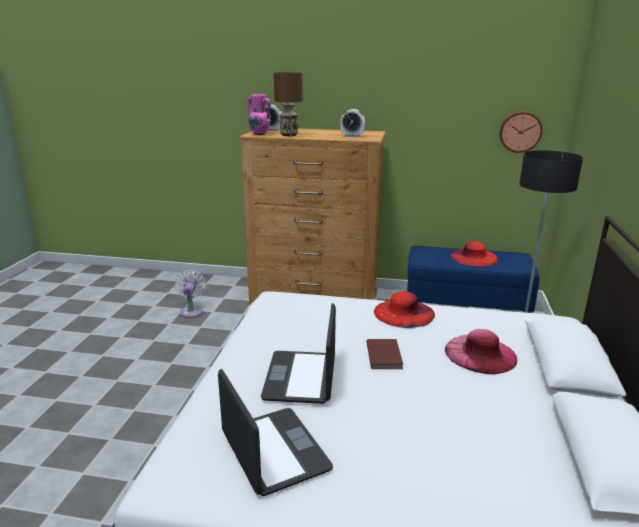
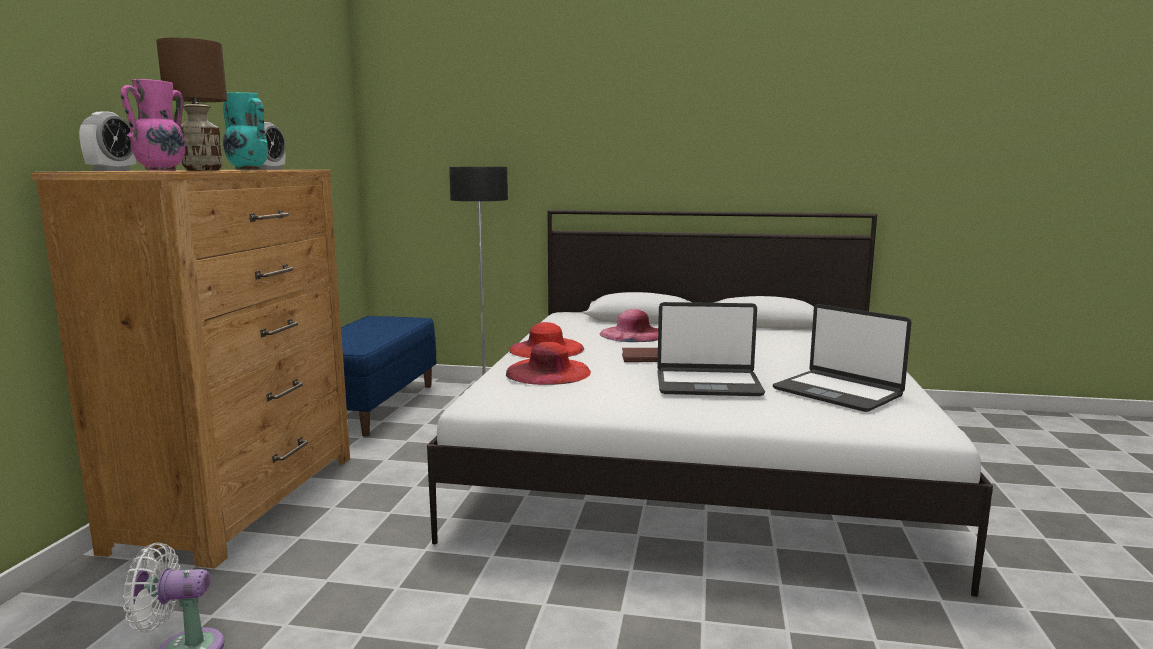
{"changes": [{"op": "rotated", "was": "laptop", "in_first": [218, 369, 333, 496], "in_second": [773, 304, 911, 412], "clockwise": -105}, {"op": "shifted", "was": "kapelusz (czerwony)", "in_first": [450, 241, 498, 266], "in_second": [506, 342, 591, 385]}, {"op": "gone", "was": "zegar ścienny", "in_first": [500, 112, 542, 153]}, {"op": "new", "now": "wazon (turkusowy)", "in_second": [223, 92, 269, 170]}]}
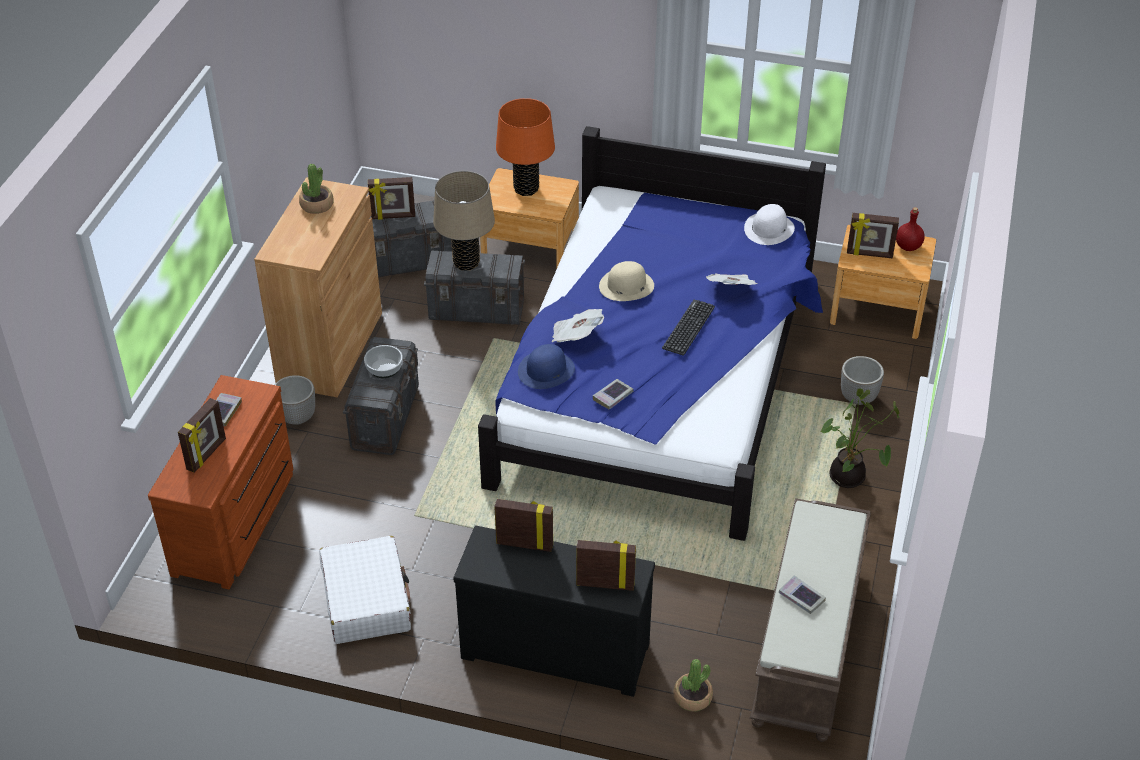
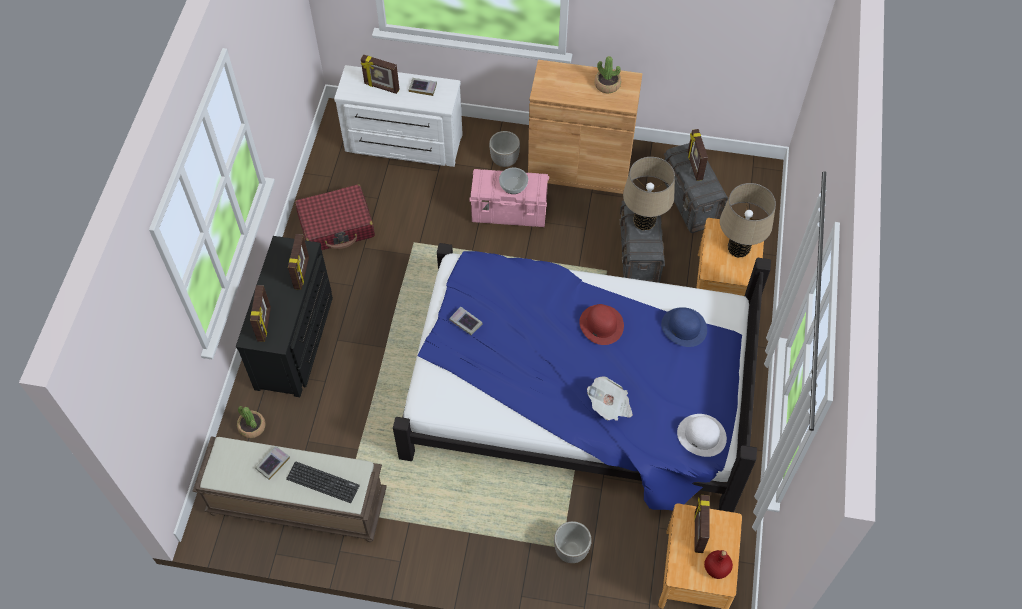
{"changes": [{"op": "repainted", "was": "komoda (brązowy)", "now": "komoda (biały)", "in_first": [148, 375, 293, 589], "in_second": [334, 65, 463, 167]}, {"op": "repainted", "was": "walizka (biały)", "now": "walizka (czerwony)", "in_first": [320, 536, 411, 644], "in_second": [295, 184, 375, 250]}, {"op": "repainted", "was": "pojemnik do przechowywania (szary)", "now": "pojemnik do przechowywania (różowy)", "in_first": [343, 337, 419, 455], "in_second": [469, 169, 549, 227]}, {"op": "repainted", "was": "lampa stołowa (pomarańczowy)", "now": "lampa stołowa (beżowy)", "in_first": [496, 98, 555, 196], "in_second": [720, 183, 776, 258]}, {"op": "shifted", "was": "kapelusz (niebieski)", "in_first": [518, 344, 575, 389], "in_second": [661, 307, 707, 347]}, {"op": "gone", "was": "gazeta", "in_first": [552, 309, 604, 342]}, {"op": "repainted", "was": "kapelusz (beżowy)", "now": "kapelusz (czerwony)", "in_first": [599, 261, 654, 301], "in_second": [579, 304, 624, 345]}, {"op": "shifted", "was": "klawiatura", "in_first": [662, 300, 715, 356], "in_second": [286, 461, 360, 503]}, {"op": "gone", "was": "roślina doniczkowa", "in_first": [821, 388, 900, 488]}]}
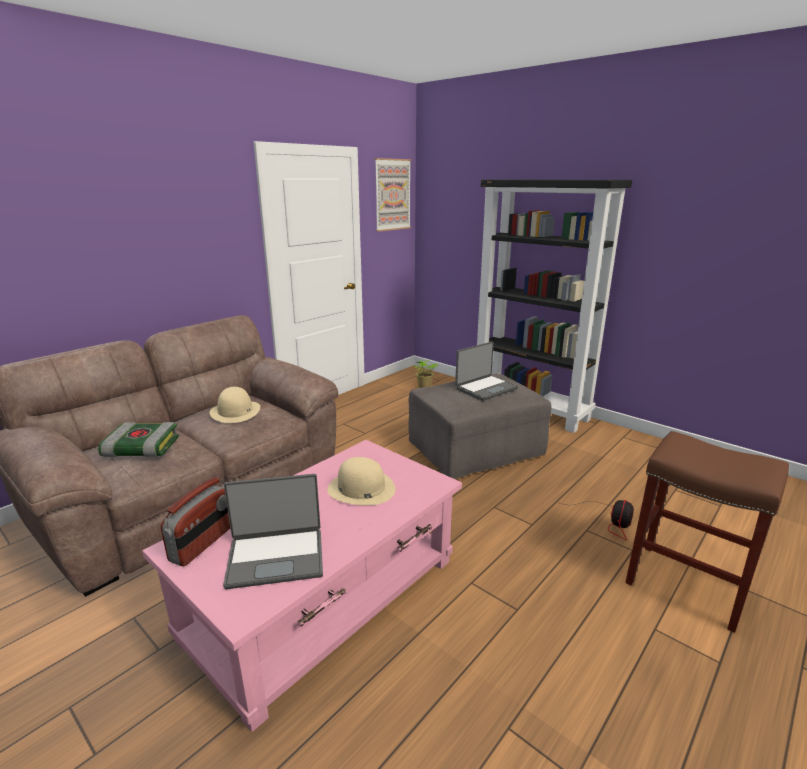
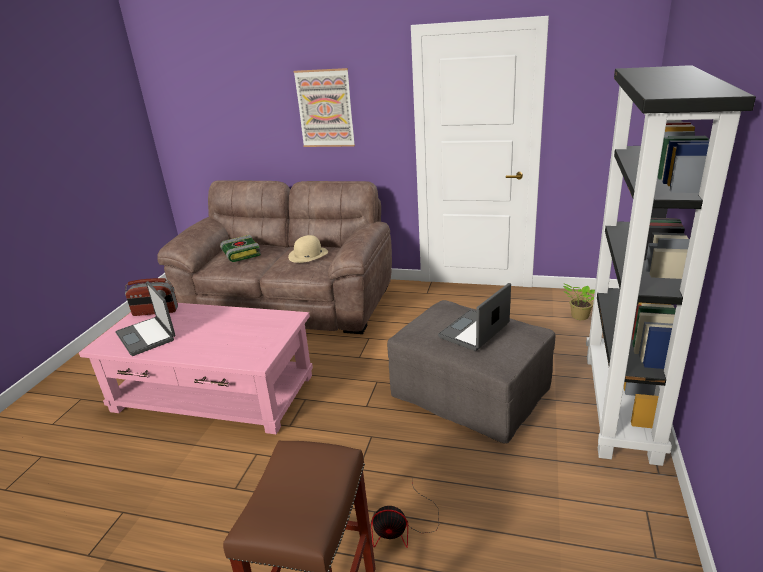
{"changes": [{"op": "gone", "was": "kapelusz (beżowy)", "in_first": [327, 457, 395, 505]}, {"op": "shifted", "was": "obraz", "in_first": [375, 158, 411, 232], "in_second": [294, 68, 355, 147]}, {"op": "rotated", "was": "laptop", "in_first": [455, 342, 518, 401], "in_second": [438, 283, 511, 351], "clockwise": 105}]}
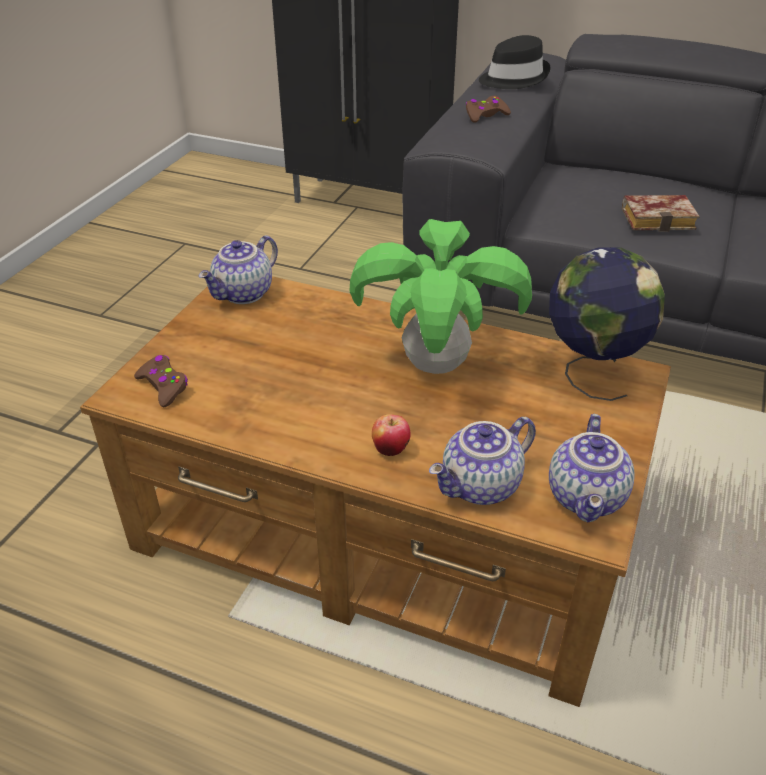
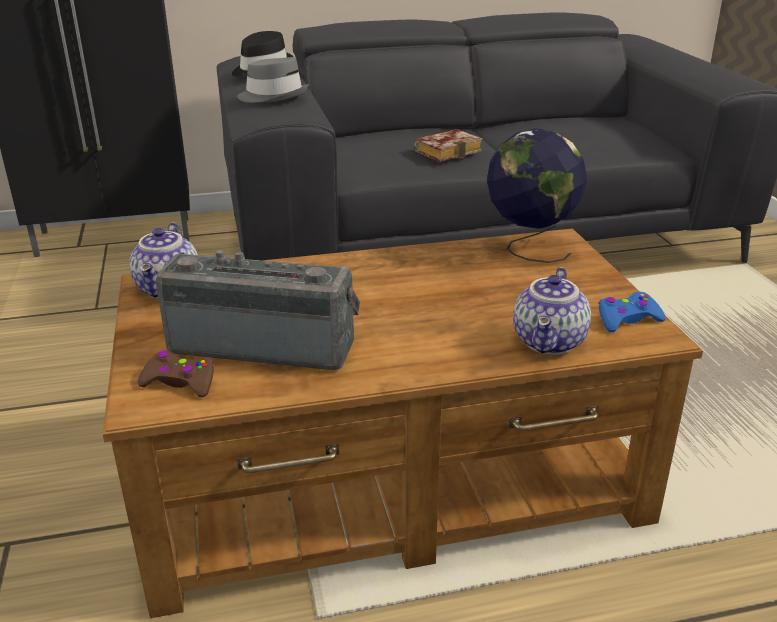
{"changes": [{"op": "gone", "was": "roślina doniczkowa", "in_first": [349, 219, 532, 374]}, {"op": "gone", "was": "jabłko", "in_first": [372, 414, 410, 456]}, {"op": "swapped", "was": "pad do gier (brązowy)", "now": "kapelusz (szary)", "in_first": [465, 96, 511, 123], "in_second": [237, 57, 309, 103]}, {"op": "swapped", "was": "imbryk", "now": "pad do gier (niebieski)", "in_first": [549, 414, 635, 522], "in_second": [598, 292, 666, 332]}, {"op": "new", "now": "radio", "in_second": [156, 250, 360, 370]}]}
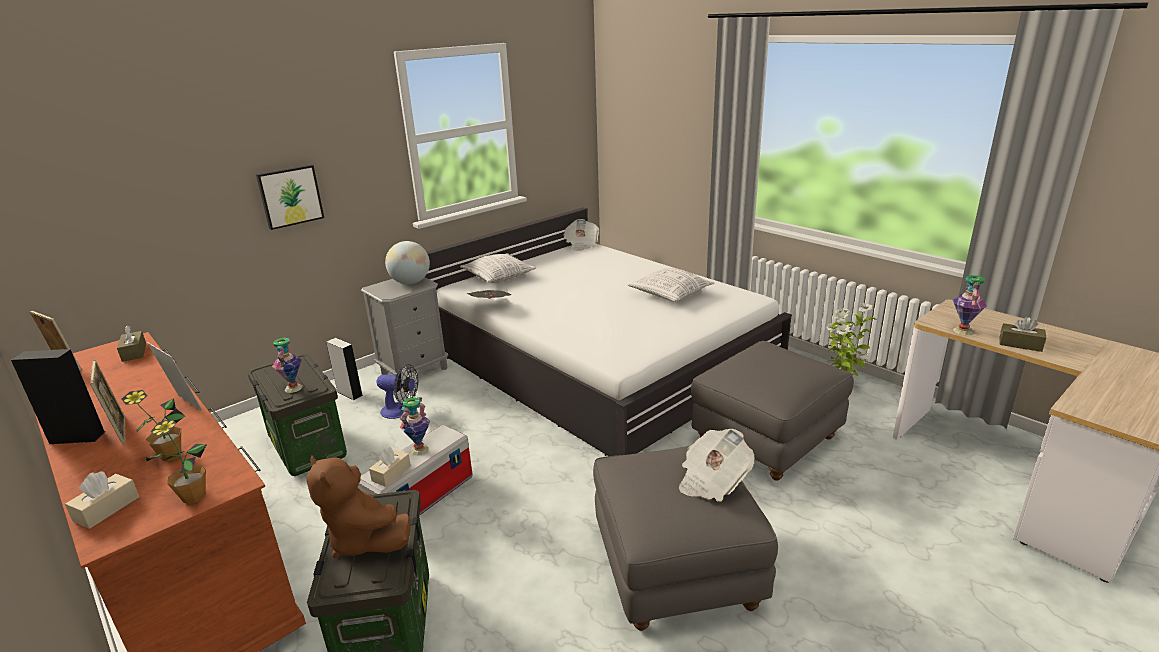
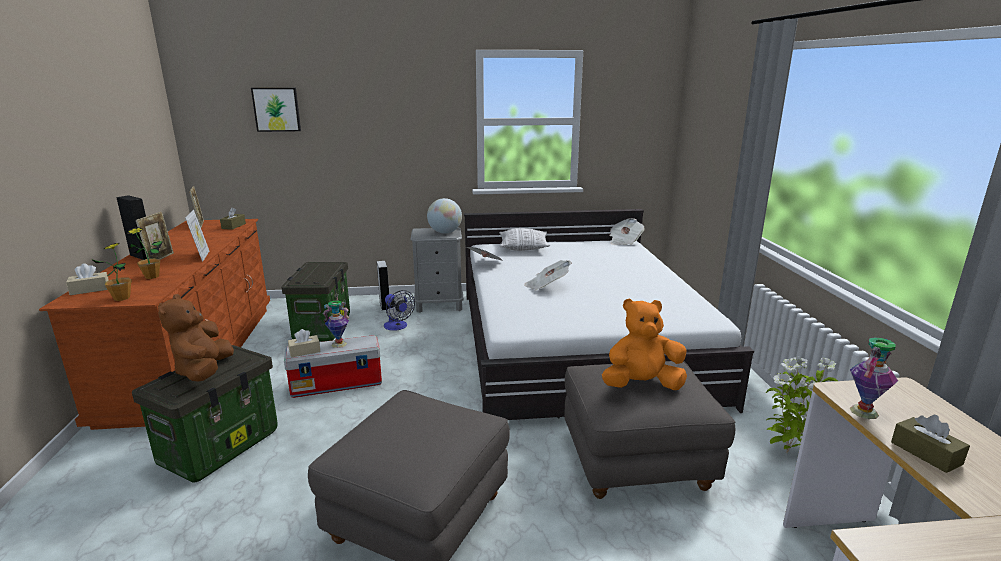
{"changes": [{"op": "shifted", "was": "obraz", "in_first": [256, 165, 324, 230], "in_second": [251, 88, 301, 132]}, {"op": "gone", "was": "wazon", "in_first": [272, 337, 303, 393]}, {"op": "gone", "was": "poduszka", "in_first": [627, 268, 714, 302]}, {"op": "shifted", "was": "gazeta", "in_first": [679, 429, 755, 501], "in_second": [524, 260, 572, 291]}, {"op": "new", "now": "pluszak (pomarańczowy)", "in_second": [602, 298, 687, 390]}]}
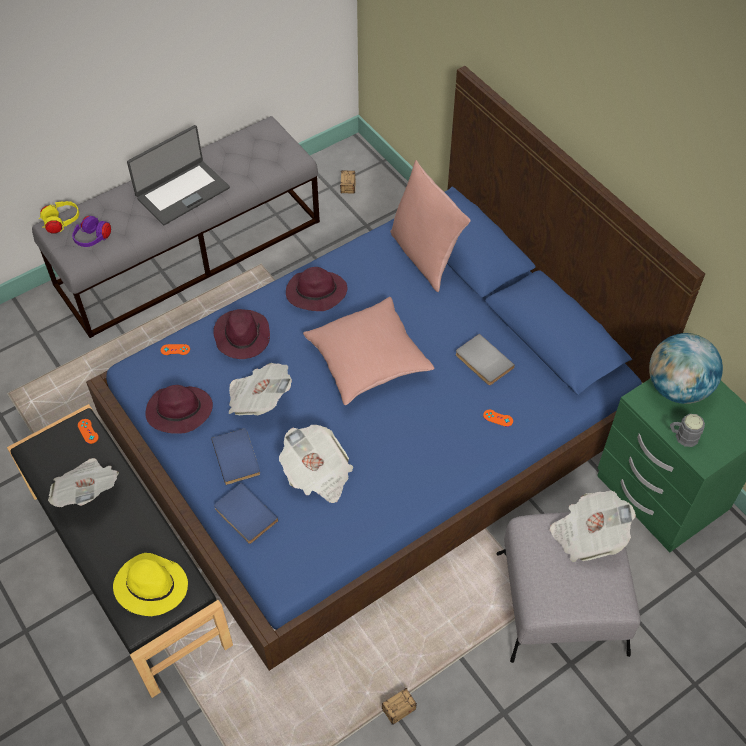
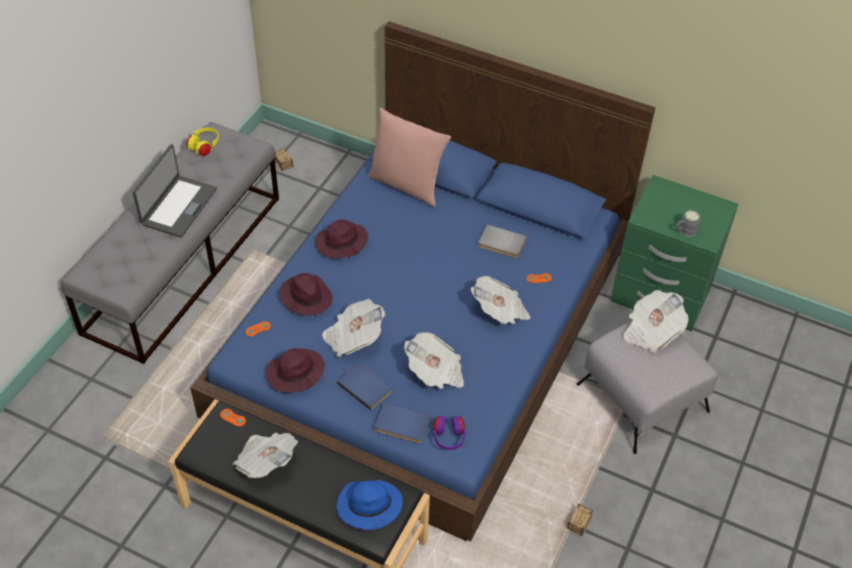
{"changes": [{"op": "shifted", "was": "słuchawki (żółty)", "in_first": [39, 201, 79, 233], "in_second": [186, 128, 219, 156]}, {"op": "shifted", "was": "słuchawki (fioletowy)", "in_first": [72, 216, 111, 247], "in_second": [433, 415, 466, 450]}, {"op": "repainted", "was": "kapelusz (żółty)", "now": "kapelusz (niebieski)", "in_first": [113, 553, 188, 616], "in_second": [337, 480, 403, 530]}, {"op": "gone", "was": "poduszka (różowy)", "in_first": [303, 297, 434, 405]}, {"op": "gone", "was": "globus", "in_first": [649, 333, 723, 404]}, {"op": "new", "now": "gazeta", "in_second": [471, 276, 530, 324]}]}
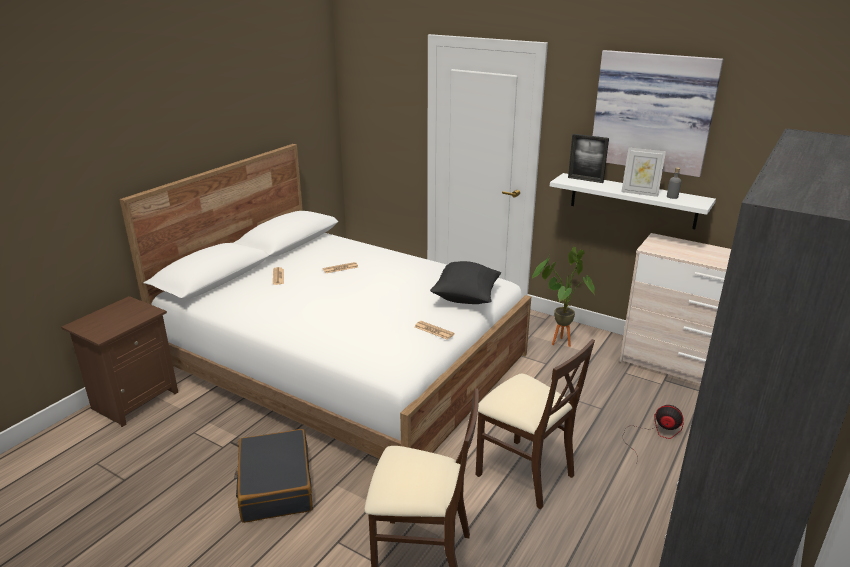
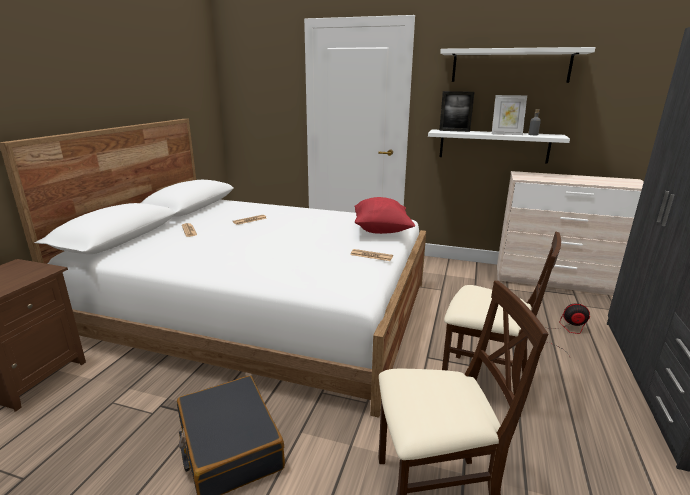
{"changes": [{"op": "repainted", "was": "poduszka (czarny)", "now": "poduszka (czerwony)", "in_first": [430, 261, 501, 304], "in_second": [354, 197, 415, 234]}, {"op": "gone", "was": "roślina doniczkowa", "in_first": [532, 247, 595, 347]}, {"op": "swapped", "was": "obraz", "now": "półka (biały)", "in_first": [593, 50, 723, 177], "in_second": [440, 47, 596, 83]}]}
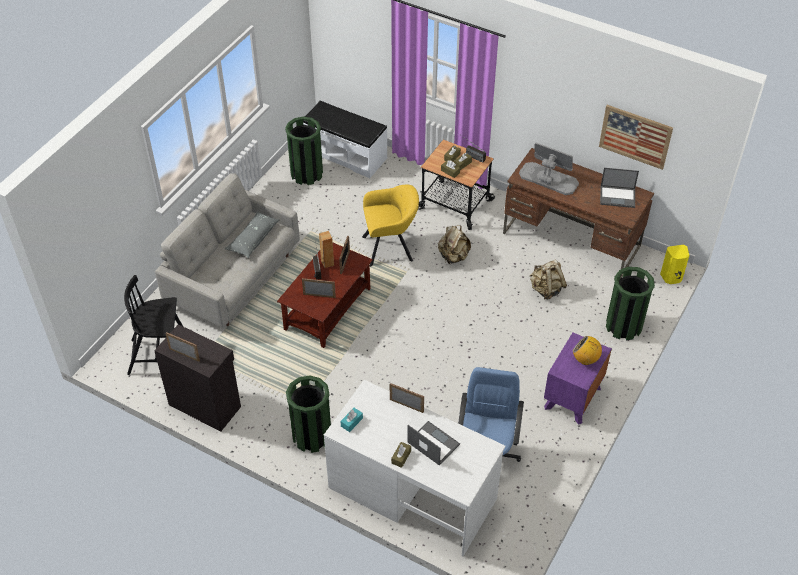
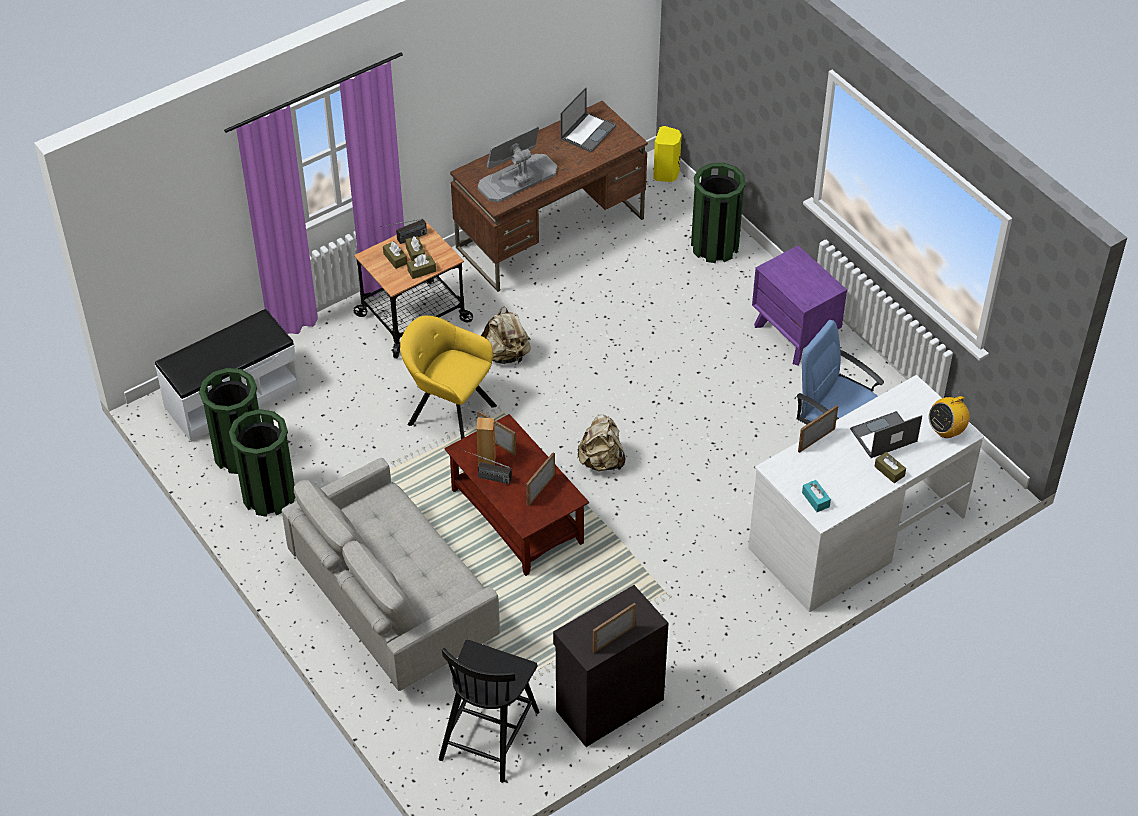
{"changes": [{"op": "gone", "was": "poduszka (szary)", "in_first": [225, 211, 280, 258]}, {"op": "shifted", "was": "kosz na śmieci (zielony)", "in_first": [286, 375, 331, 453], "in_second": [229, 409, 295, 517]}, {"op": "rotated", "was": "fotel (żółty)", "in_first": [362, 185, 419, 267], "in_second": [400, 316, 497, 439], "clockwise": -75}, {"op": "shifted", "was": "plecak (beżowy)", "in_first": [530, 260, 567, 300], "in_second": [577, 414, 625, 472]}, {"op": "shifted", "was": "radio", "in_first": [573, 336, 603, 365], "in_second": [929, 393, 969, 438]}, {"op": "gone", "was": "obraz", "in_first": [599, 105, 673, 170]}]}
